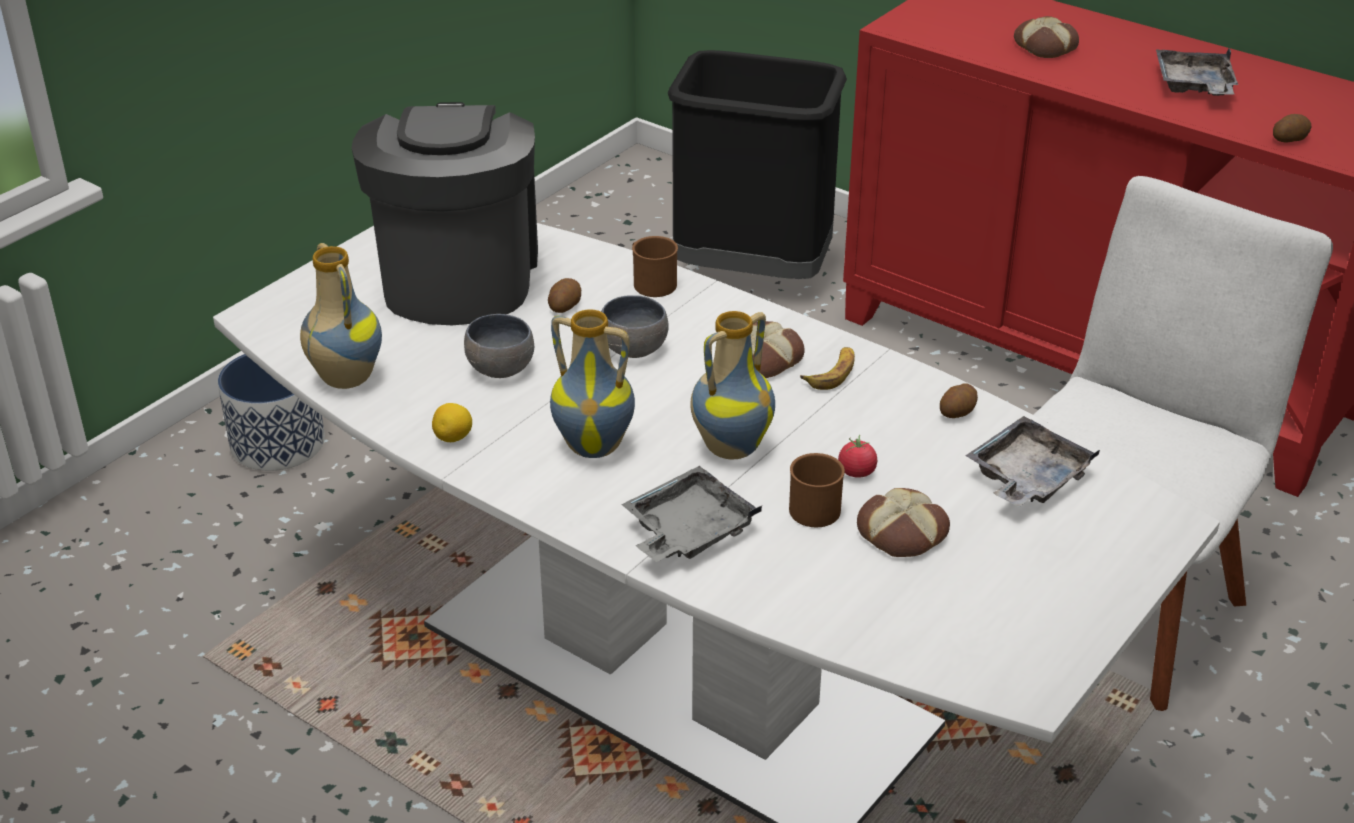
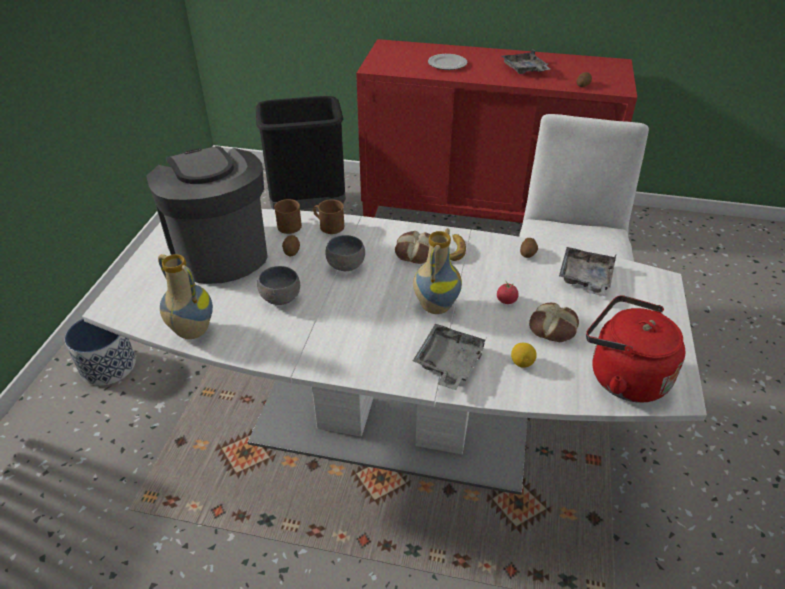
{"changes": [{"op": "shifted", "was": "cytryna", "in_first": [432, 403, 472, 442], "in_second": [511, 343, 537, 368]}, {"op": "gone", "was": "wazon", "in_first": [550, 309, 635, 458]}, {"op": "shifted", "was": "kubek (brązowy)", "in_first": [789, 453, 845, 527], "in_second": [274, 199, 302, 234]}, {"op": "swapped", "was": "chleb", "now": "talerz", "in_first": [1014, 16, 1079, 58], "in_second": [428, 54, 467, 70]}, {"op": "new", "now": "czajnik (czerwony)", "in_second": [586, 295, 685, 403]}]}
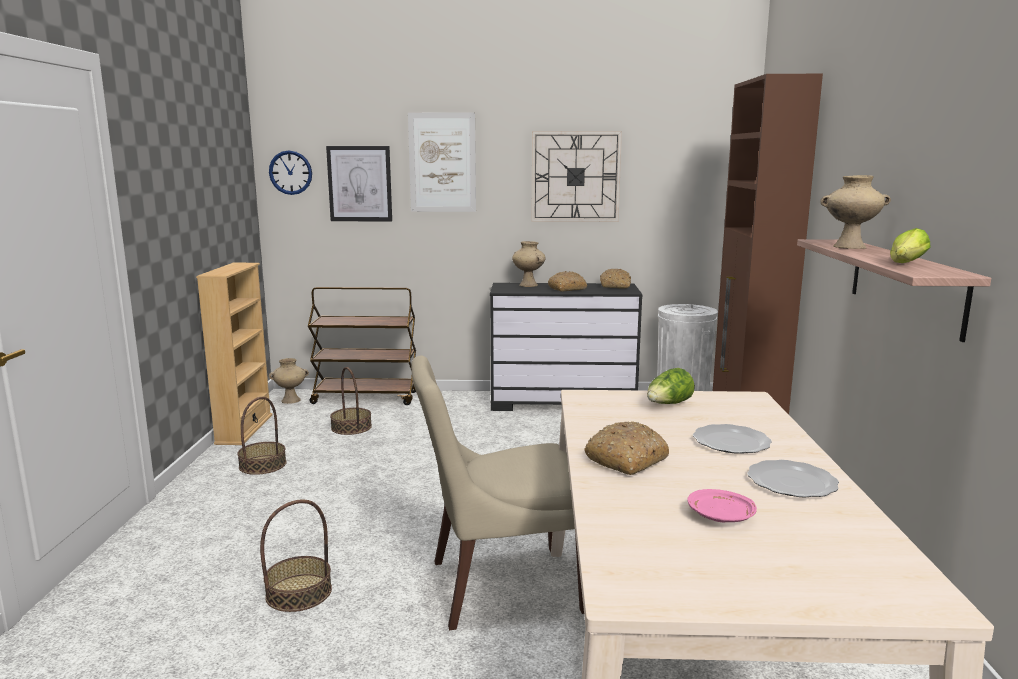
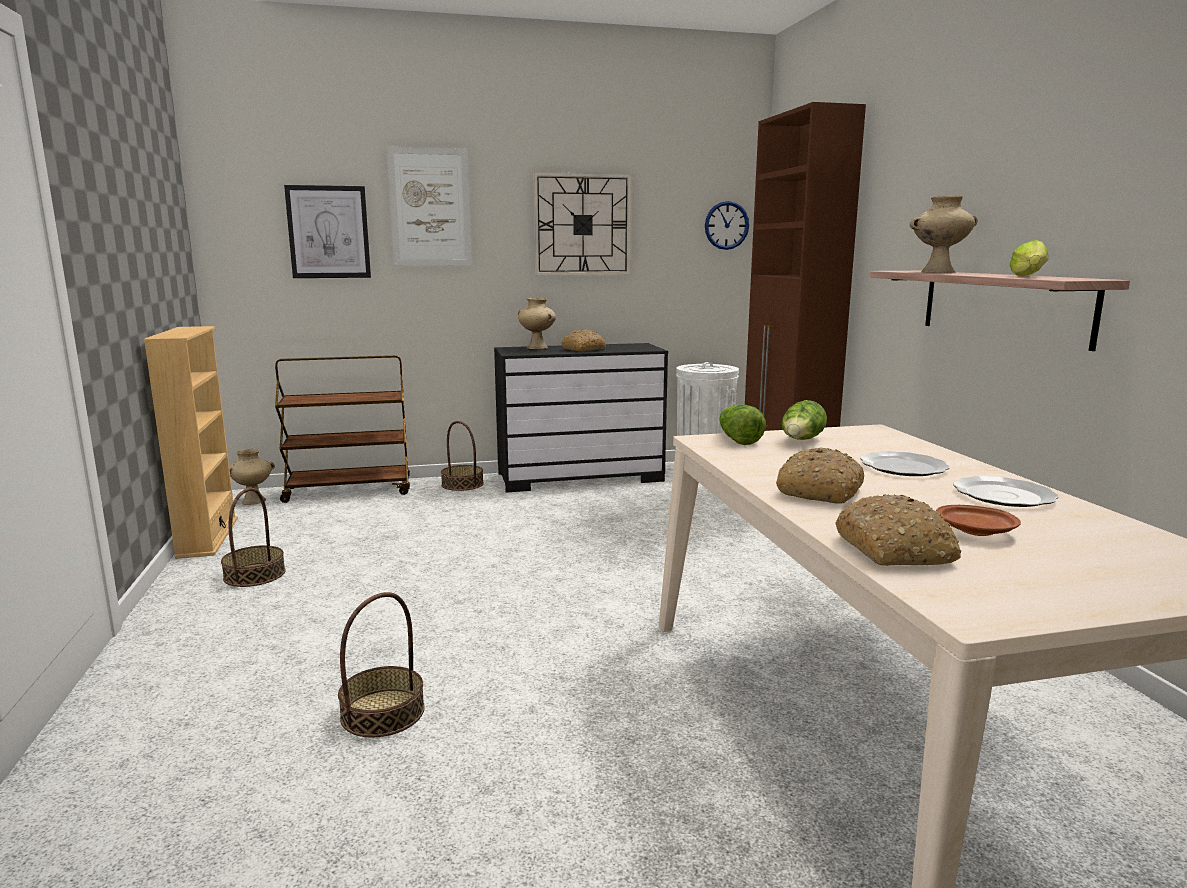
{"changes": [{"op": "shifted", "was": "zegar ścienny", "in_first": [269, 150, 312, 195], "in_second": [705, 201, 749, 250]}, {"op": "shifted", "was": "koszyk", "in_first": [330, 367, 372, 435], "in_second": [441, 421, 484, 491]}, {"op": "gone", "was": "krzesło (beżowy)", "in_first": [411, 356, 584, 630]}, {"op": "shifted", "was": "chleb", "in_first": [600, 269, 631, 288], "in_second": [835, 494, 961, 566]}, {"op": "repainted", "was": "talerz (różowy)", "now": "talerz (brązowy)", "in_first": [688, 489, 757, 522], "in_second": [936, 505, 1021, 536]}, {"op": "new", "now": "sałata", "in_second": [719, 405, 766, 445]}]}
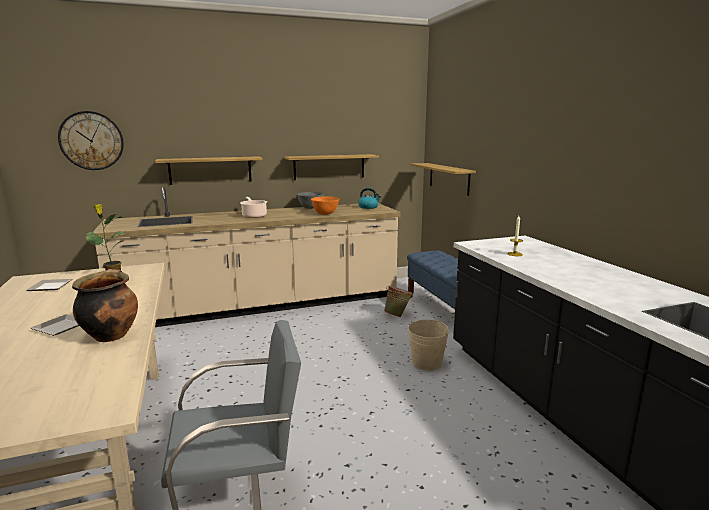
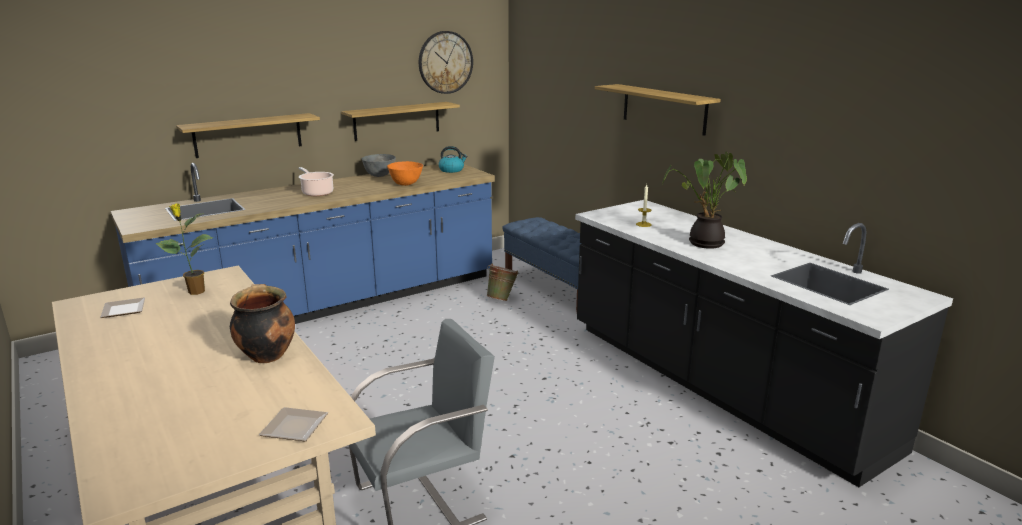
{"changes": [{"op": "shifted", "was": "talerz", "in_first": [30, 314, 79, 336], "in_second": [259, 407, 328, 442]}, {"op": "shifted", "was": "zegar ścienny", "in_first": [58, 111, 124, 170], "in_second": [419, 31, 473, 94]}, {"op": "repainted", "was": "zabudowa kuchenna (beżowy)", "now": "zabudowa kuchenna (niebieski)", "in_first": [93, 187, 401, 327], "in_second": [110, 163, 495, 324]}, {"op": "gone", "was": "wiadro (beżowy)", "in_first": [408, 319, 449, 370]}, {"op": "shifted", "was": "półka", "in_first": [410, 163, 476, 196], "in_second": [595, 84, 721, 136]}, {"op": "new", "now": "roślina doniczkowa", "in_second": [662, 151, 747, 249]}]}
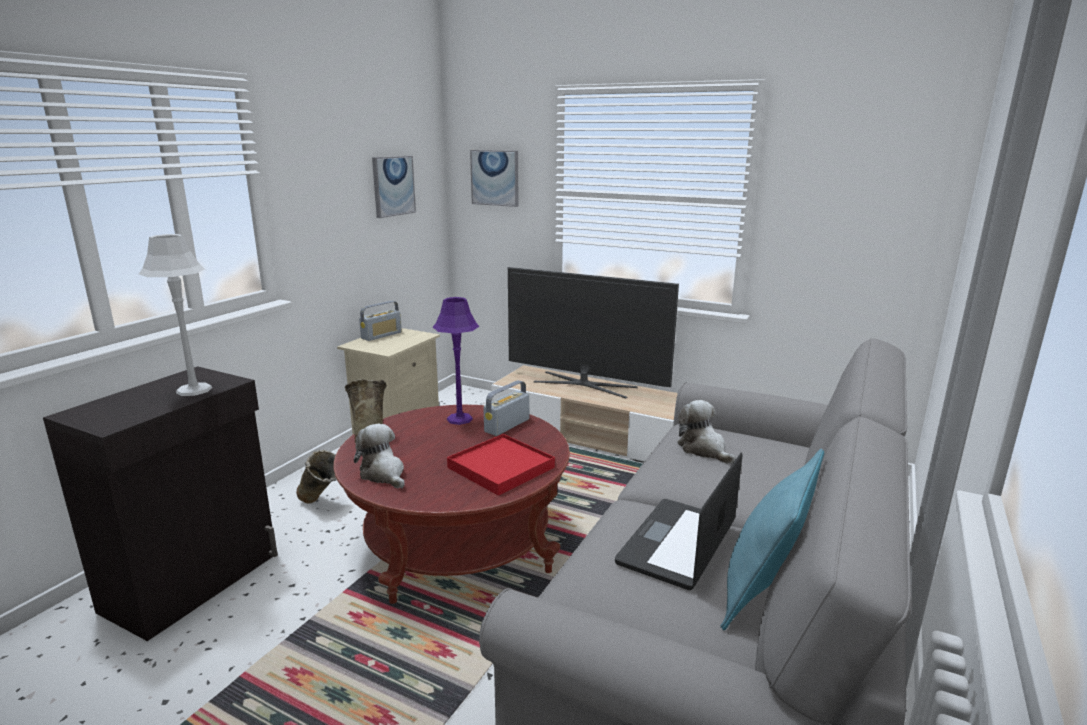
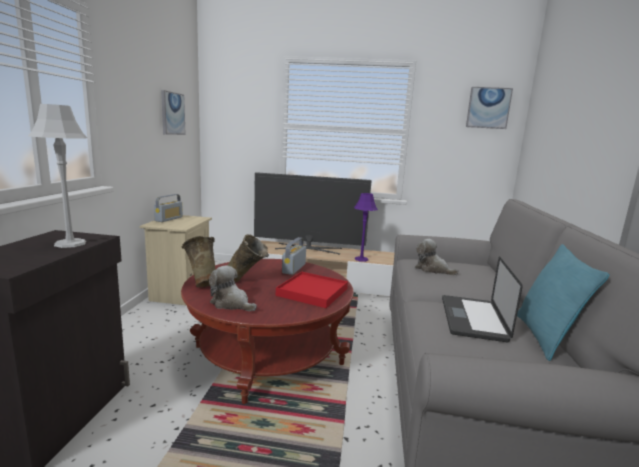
{"changes": [{"op": "shifted", "was": "wazon (beżowy)", "in_first": [296, 450, 337, 504], "in_second": [227, 234, 269, 282]}, {"op": "shifted", "was": "lampa stołowa (fioletowy)", "in_first": [433, 297, 480, 425], "in_second": [354, 193, 378, 262]}, {"op": "shifted", "was": "obraz", "in_first": [470, 150, 519, 207], "in_second": [466, 87, 513, 129]}]}
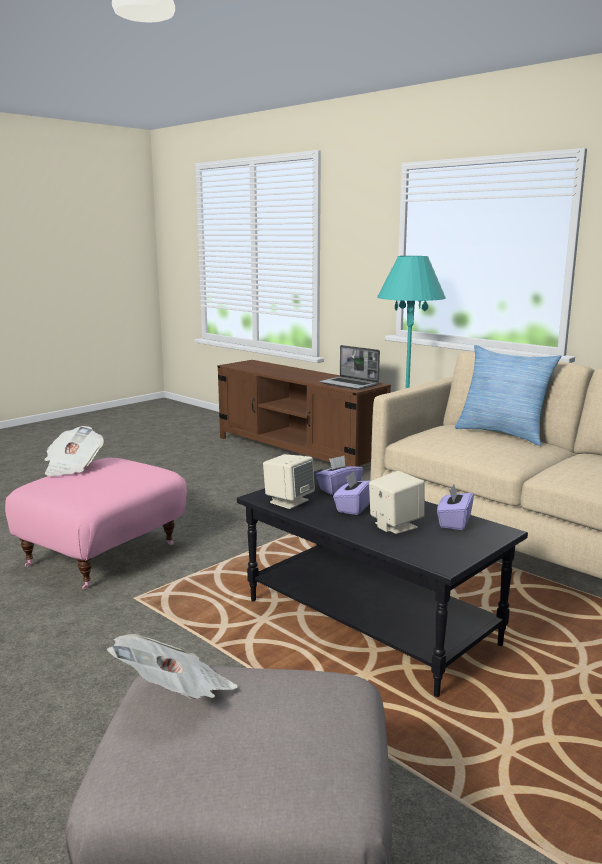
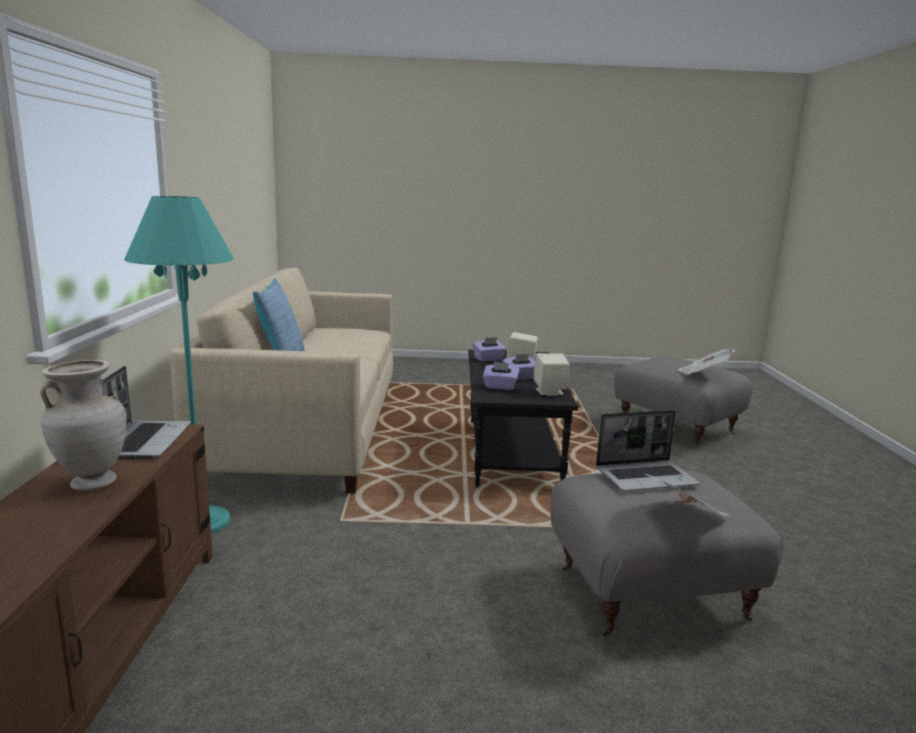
{"changes": [{"op": "repainted", "was": "pufa (różowy)", "now": "pufa (szary)", "in_first": [5, 458, 187, 590], "in_second": [550, 471, 783, 636]}, {"op": "new", "now": "wazon (beżowy)", "in_second": [40, 360, 126, 491]}, {"op": "new", "now": "laptop", "in_second": [596, 410, 700, 491]}]}
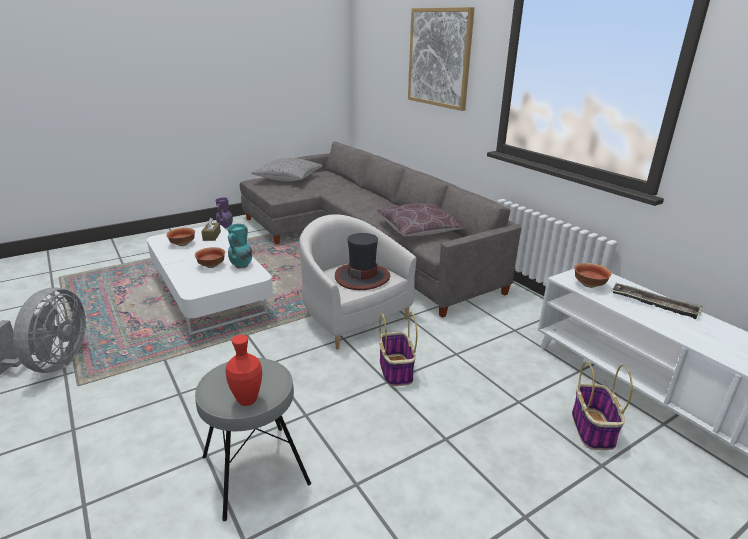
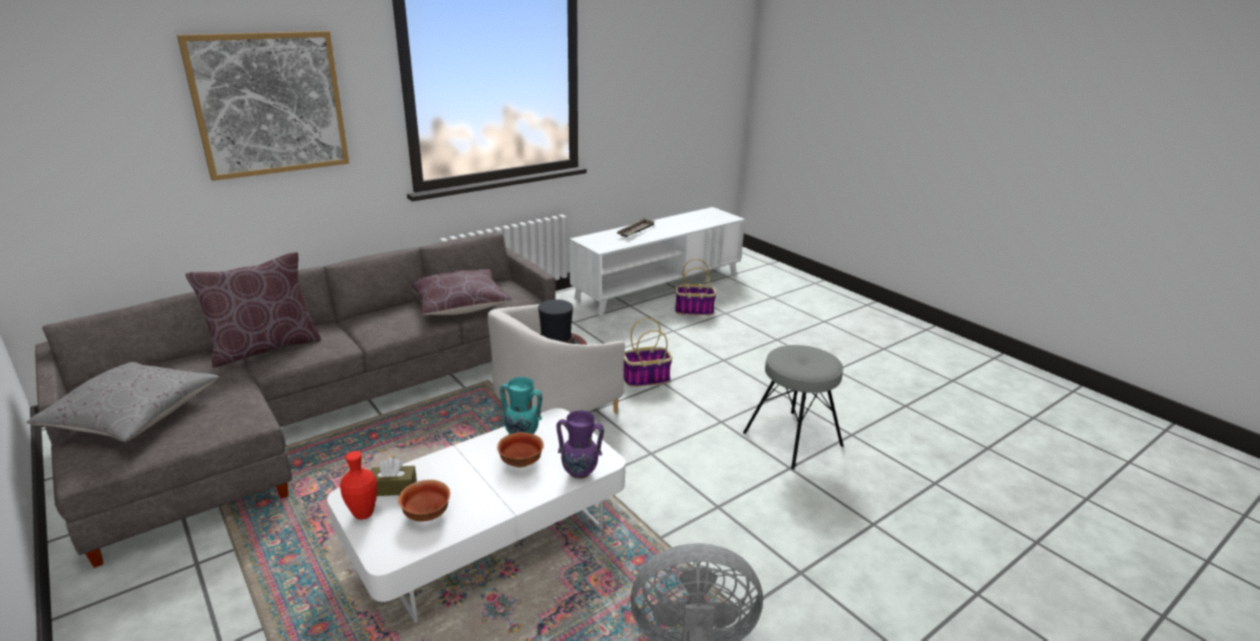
{"changes": [{"op": "shifted", "was": "wazon (fioletowy)", "in_first": [215, 198, 233, 229], "in_second": [556, 410, 604, 479]}, {"op": "shifted", "was": "wazon (czerwony)", "in_first": [225, 335, 262, 406], "in_second": [340, 451, 377, 520]}, {"op": "gone", "was": "miska", "in_first": [574, 263, 611, 288]}, {"op": "new", "now": "poduszka (brązowy)", "in_second": [185, 252, 321, 368]}]}
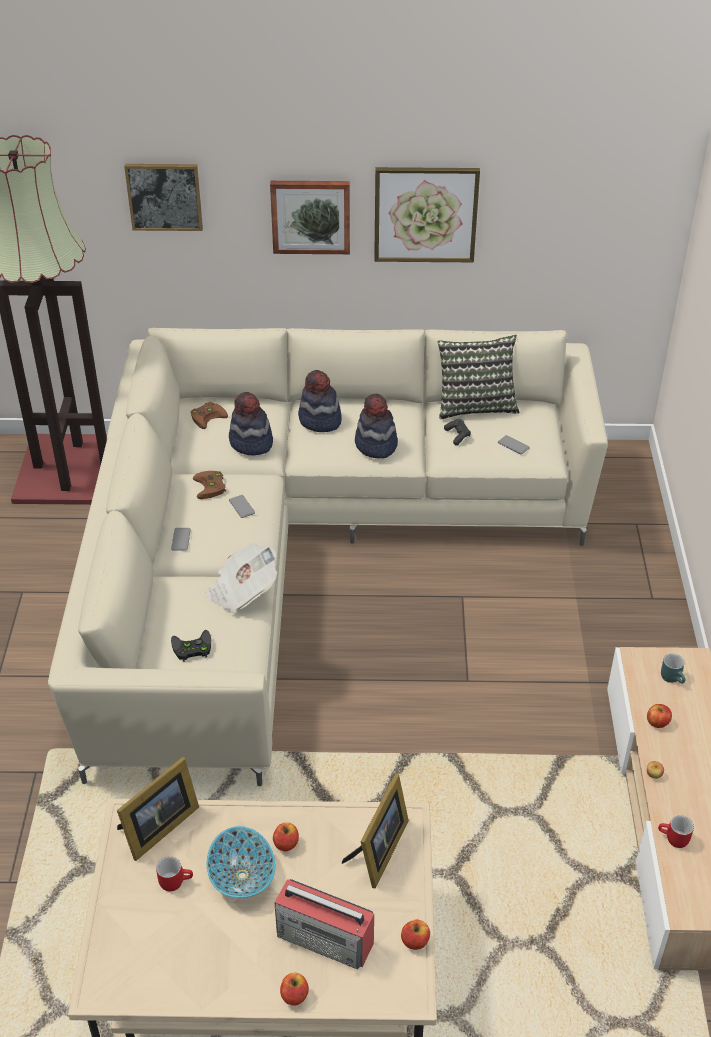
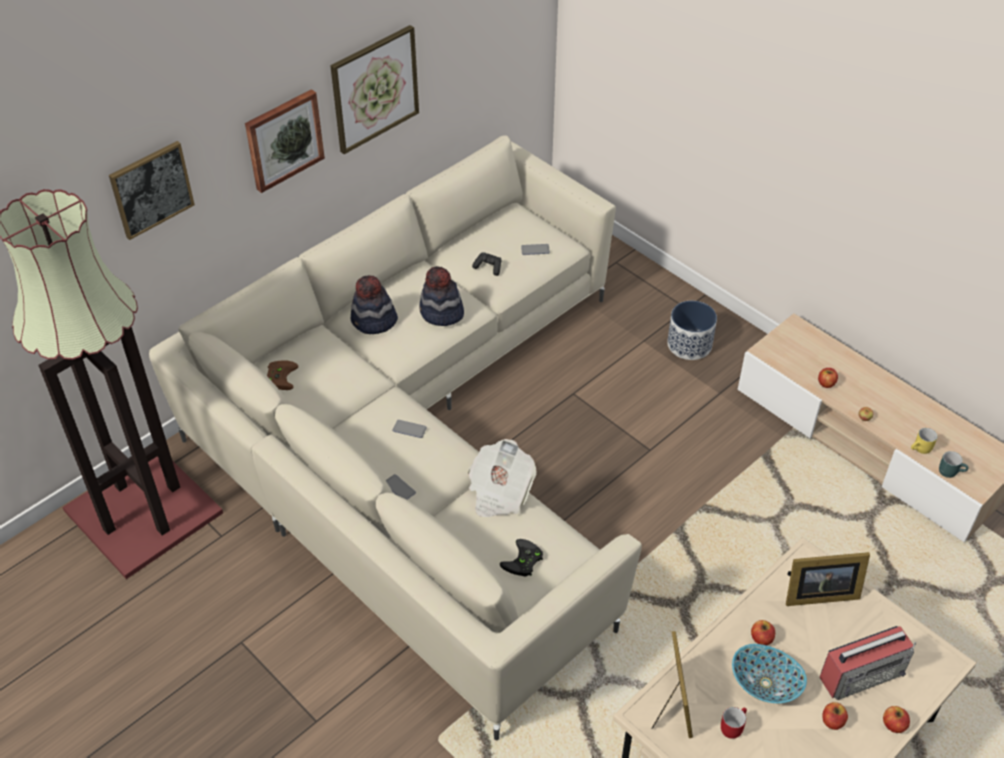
{"changes": [{"op": "gone", "was": "pad do gier (brązowy)", "in_first": [193, 471, 226, 499]}, {"op": "gone", "was": "kapelusz", "in_first": [229, 392, 273, 455]}, {"op": "rotated", "was": "ramka na zdjęcie", "in_first": [341, 773, 409, 888], "in_second": [786, 552, 870, 606], "clockwise": 105}, {"op": "shifted", "was": "jabłko", "in_first": [401, 920, 430, 950], "in_second": [822, 702, 848, 730]}, {"op": "gone", "was": "poduszka", "in_first": [438, 335, 519, 419]}, {"op": "repainted", "was": "kubek (czerwony)", "now": "kubek (żółty)", "in_first": [658, 815, 694, 848], "in_second": [911, 428, 938, 454]}, {"op": "shifted", "was": "kubek (turkusowy)", "in_first": [661, 653, 685, 684], "in_second": [939, 451, 968, 478]}, {"op": "new", "now": "donica", "in_second": [667, 301, 717, 360]}]}
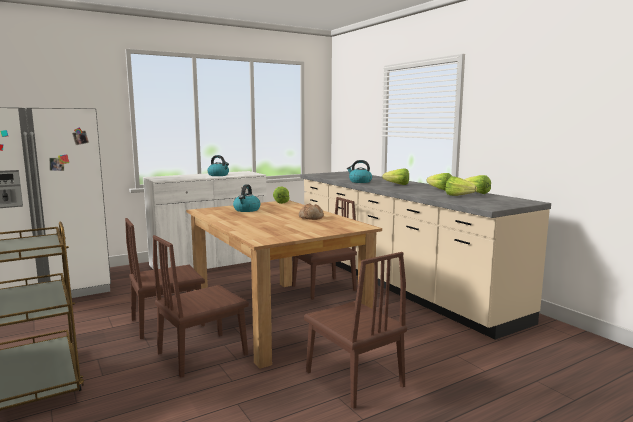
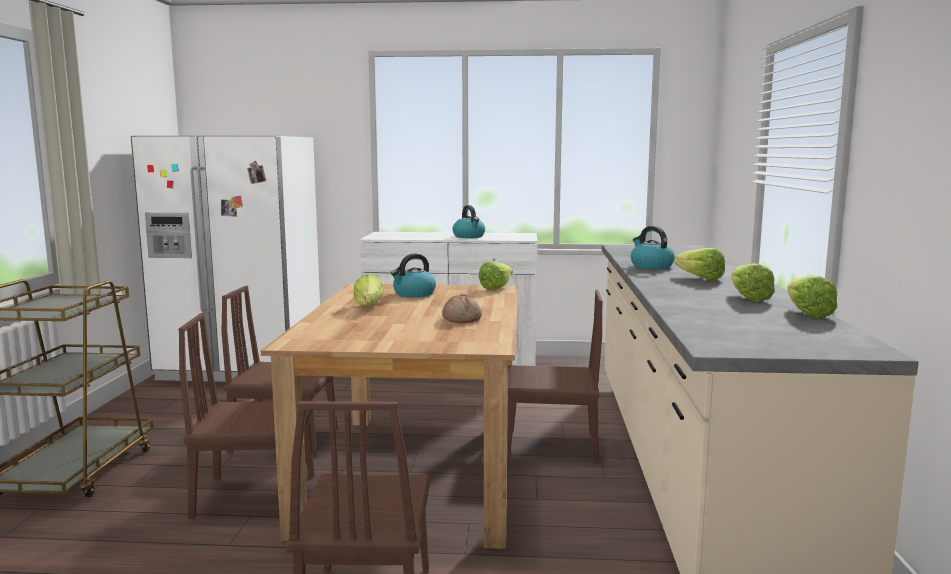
{"changes": [{"op": "shifted", "was": "sałata", "in_first": [445, 176, 477, 196], "in_second": [353, 274, 384, 306]}]}
